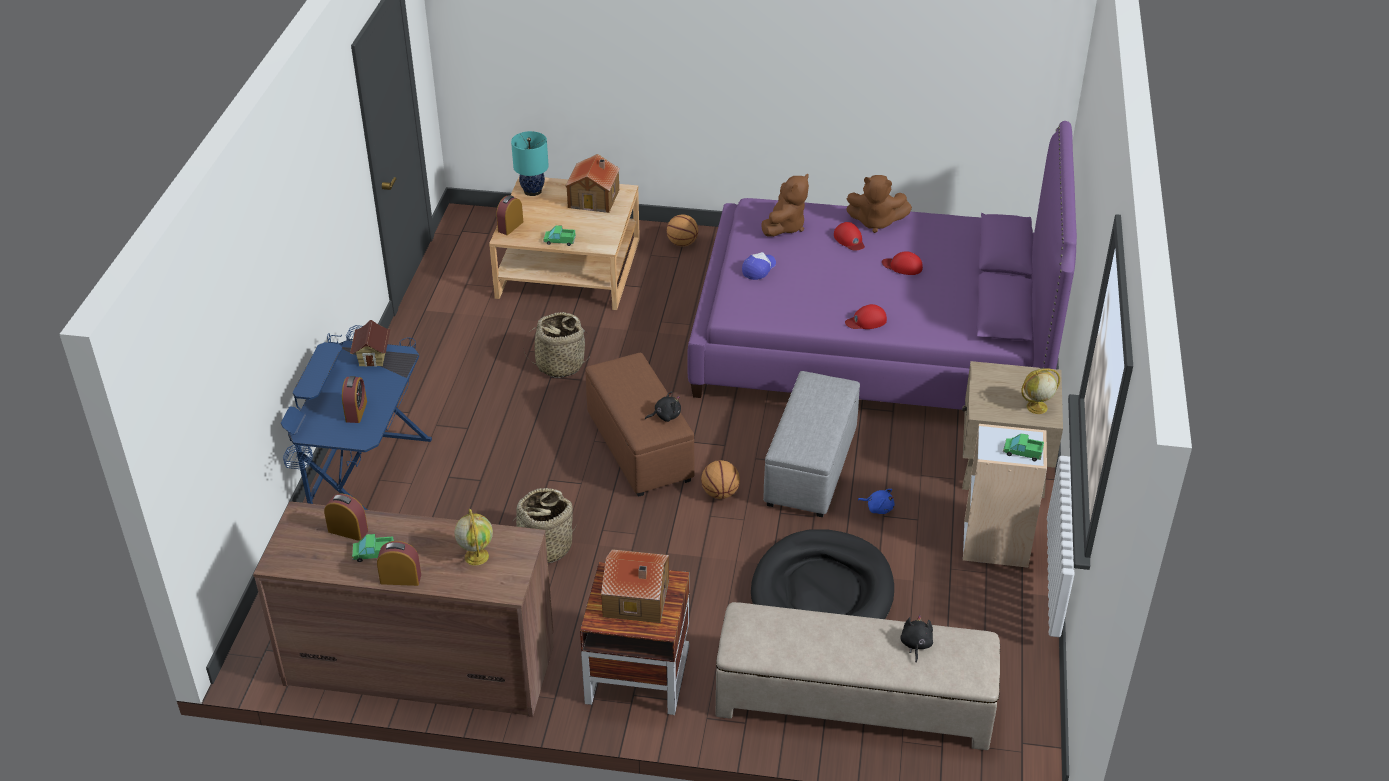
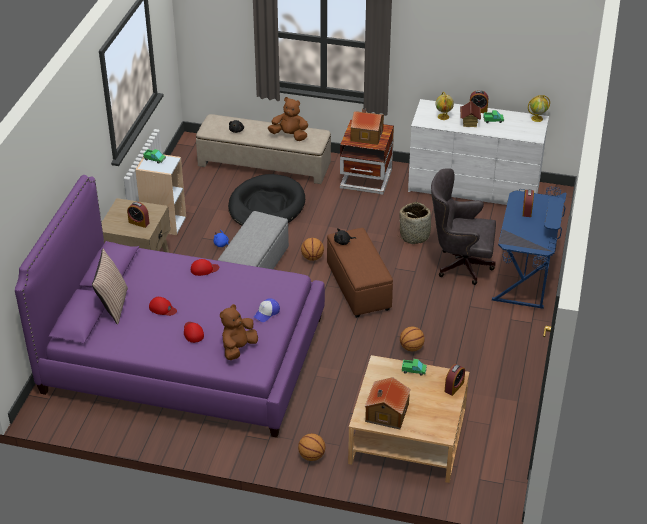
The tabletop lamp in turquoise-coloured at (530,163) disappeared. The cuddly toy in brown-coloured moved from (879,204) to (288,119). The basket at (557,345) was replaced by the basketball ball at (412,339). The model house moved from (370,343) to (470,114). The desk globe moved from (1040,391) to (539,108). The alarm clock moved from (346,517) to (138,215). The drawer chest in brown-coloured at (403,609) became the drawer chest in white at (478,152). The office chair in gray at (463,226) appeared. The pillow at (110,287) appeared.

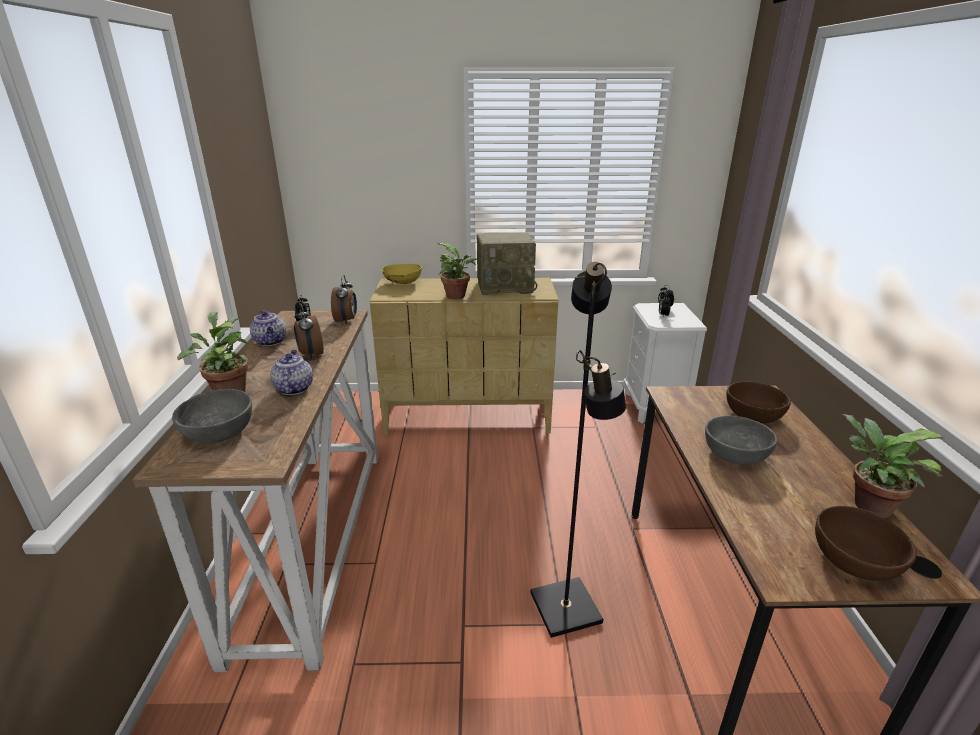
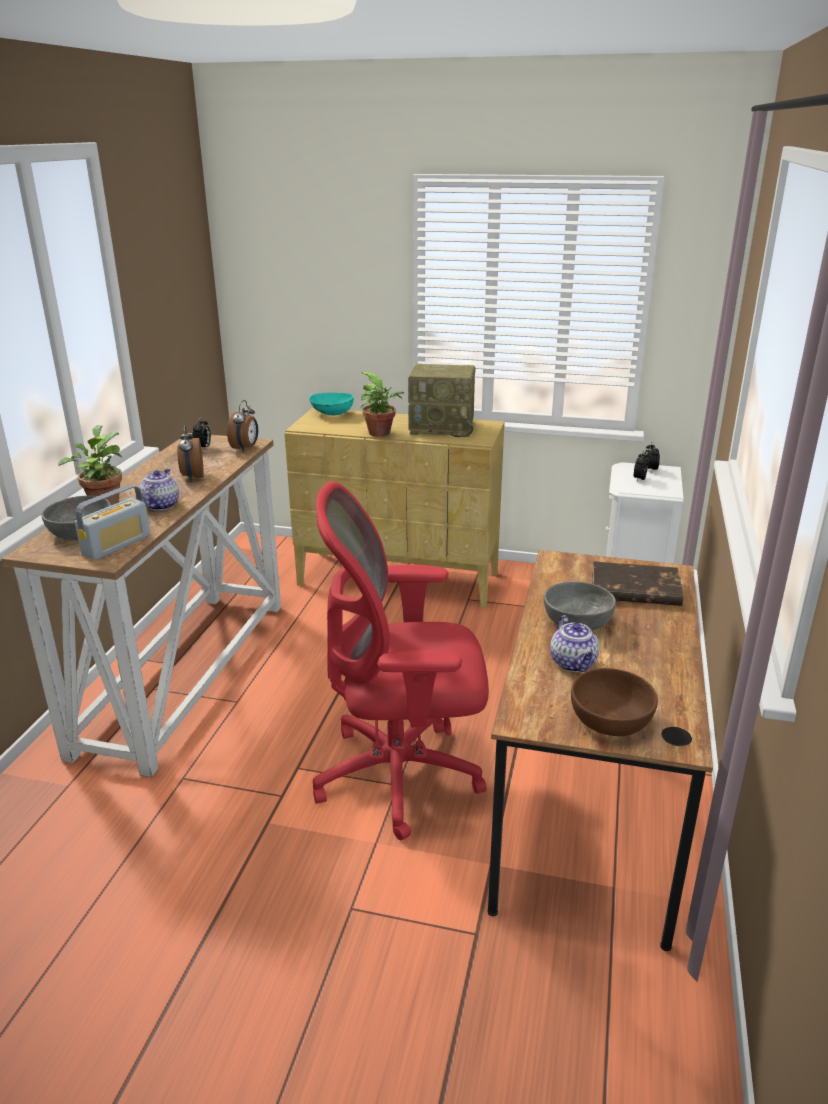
The standing lamp in black at (578,450) was replaced by the office chair in red-coloured at (401,661). The deep dish in yellow at (402,274) became the deep dish in turquoise-coloured at (331,404). The pot for tea moved from (268,328) to (574,643). The deep dish in brown-coloured at (758,402) was replaced by the bound book in brown-coloured at (638,583). The houseplant at (893,466) disappeared. The radio receiver at (112,522) appeared.

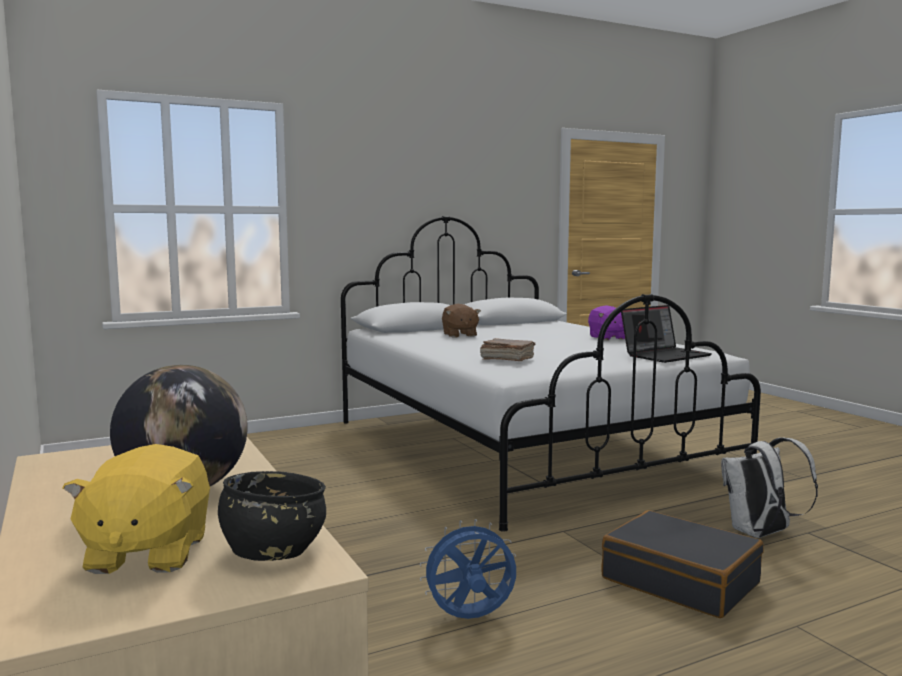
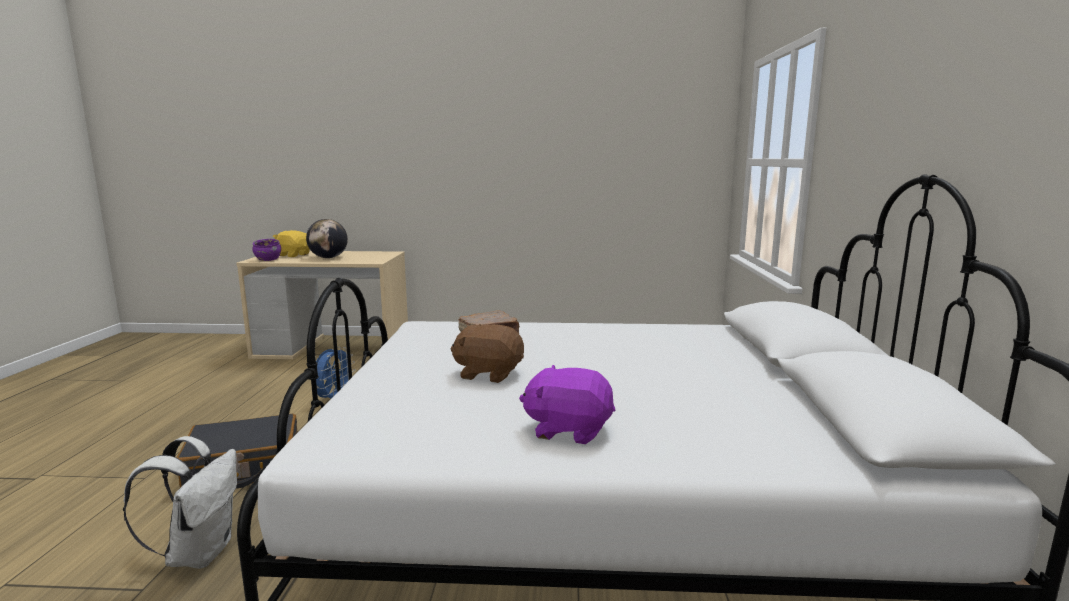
The cuddly toy in brown-coloured moved from (461,321) to (487,353). The laptop at (666,334) disappeared. The deep dish in black at (272,516) became the deep dish in purplish at (266,250).

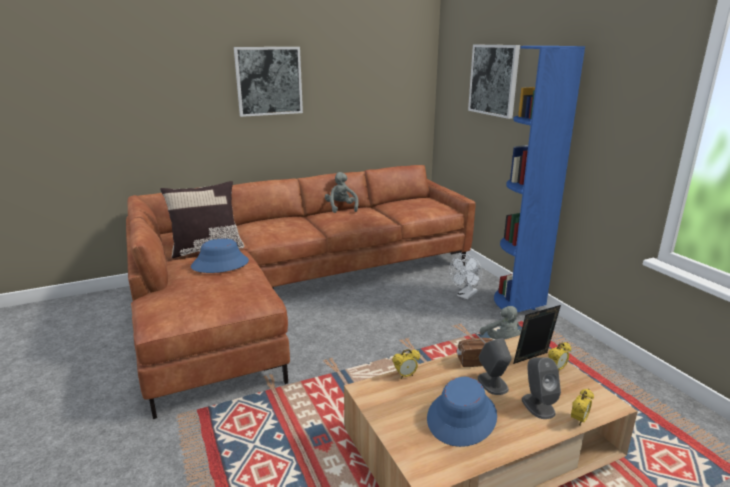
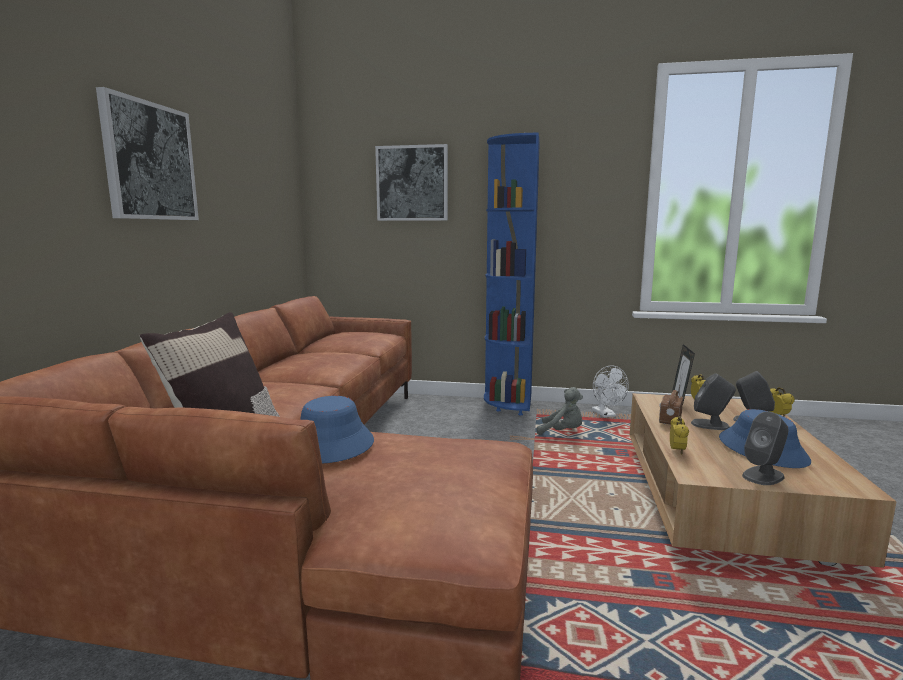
The cuddly toy in gray at (342,192) disappeared. The electric fan in white moved from (465,276) to (610,391). The speaker in gray at (765,448) appeared.

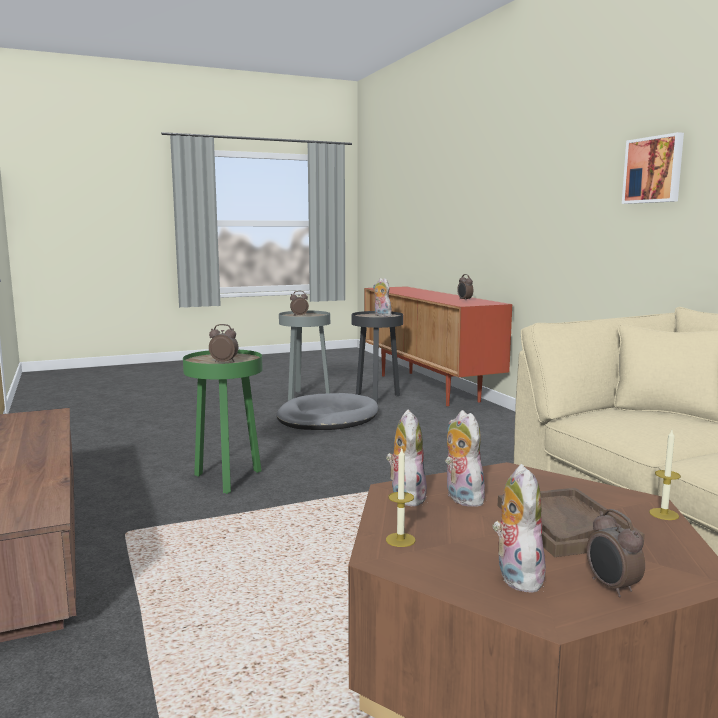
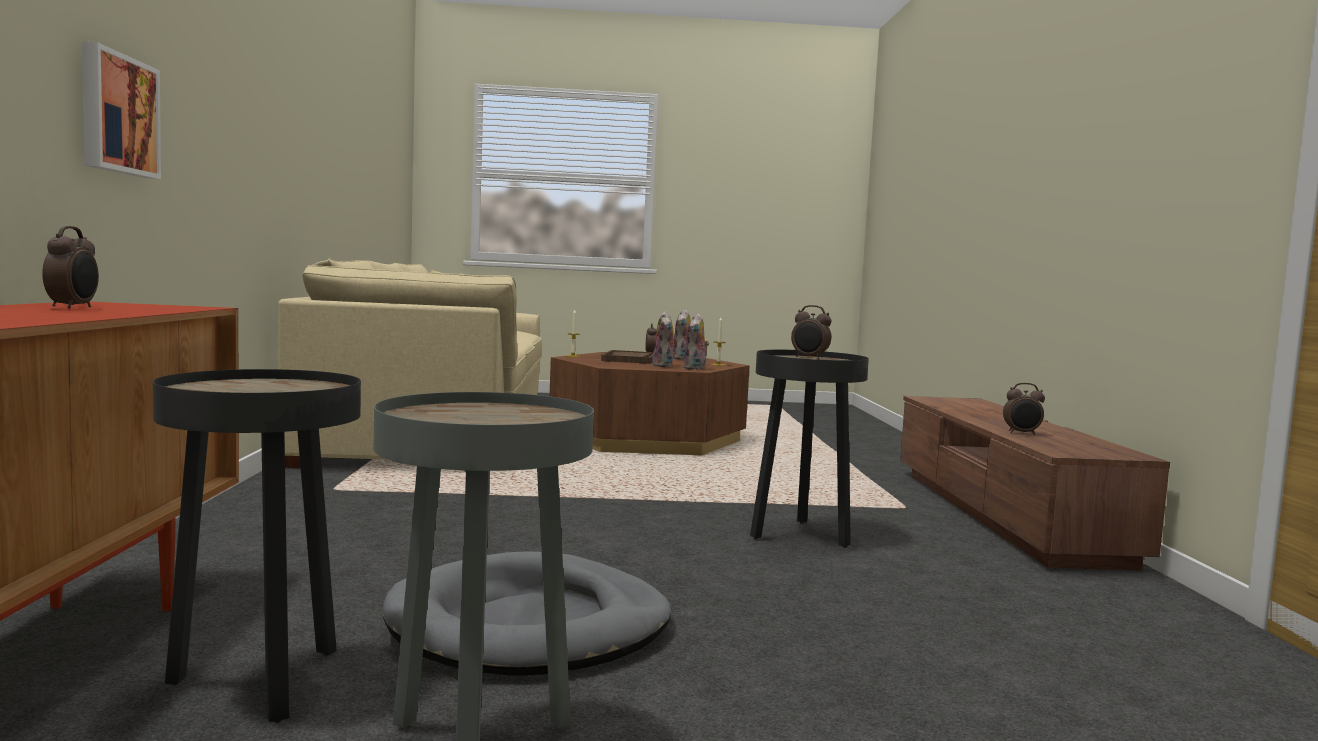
The wall art moved from (653,168) to (121,110). The cuddly toy at (382,297) disappeared. The alarm clock moved from (299,303) to (1024,409). The end table in greenish at (223,422) became the end table in black at (809,449).

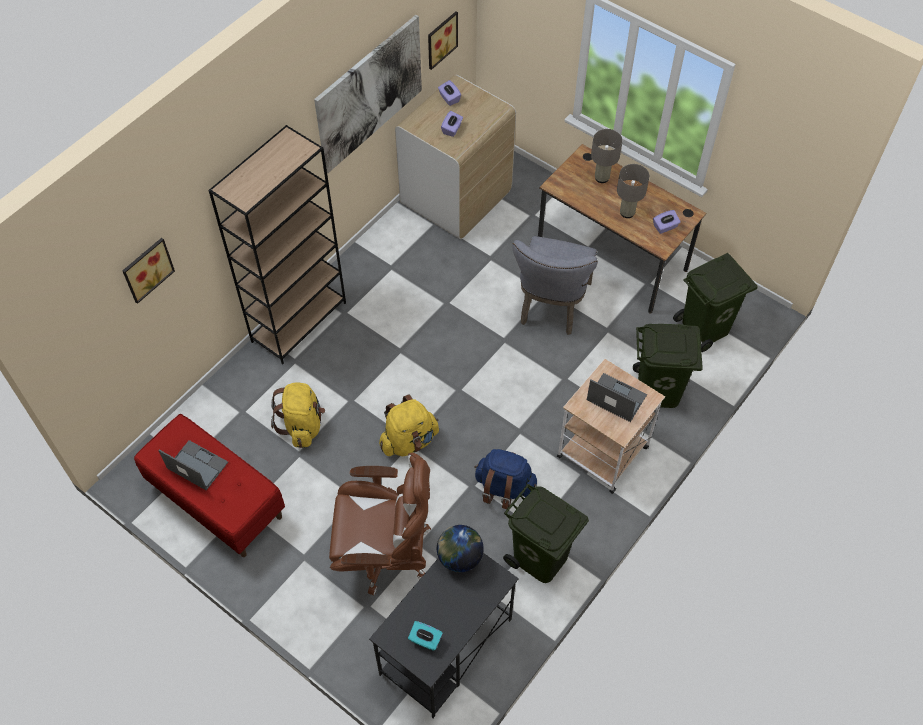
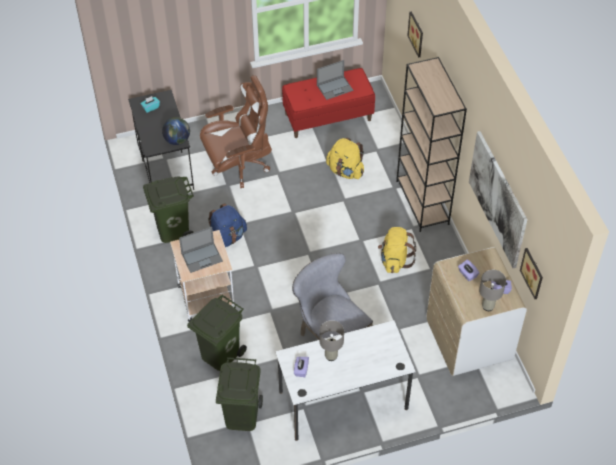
The tabletop lamp in gray moved from (606,156) to (492,290). The desk in brown-coloured at (622,229) became the desk in white at (345,380). The knapsack in yellow moved from (409,425) to (397,250). The office chair in brown-coloured at (380,524) turned 150 degrees counterclockwise.

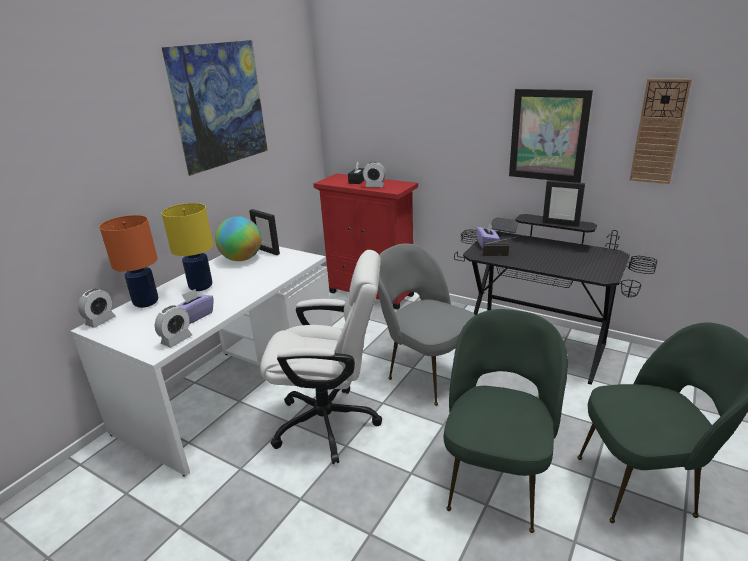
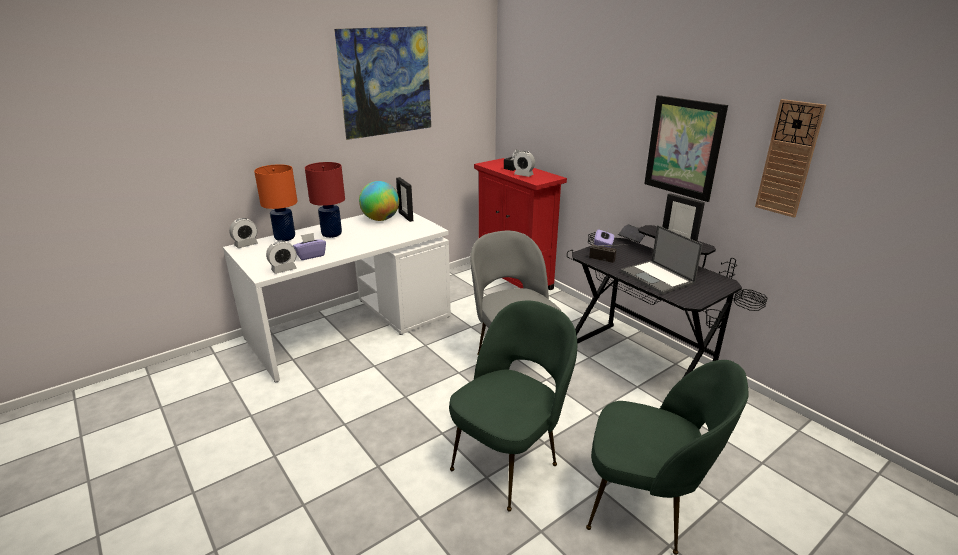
The tabletop lamp in yellow at (187,247) became the tabletop lamp in red-coloured at (325,200). The office chair in white at (321,357) disappeared. The laptop at (661,259) appeared.

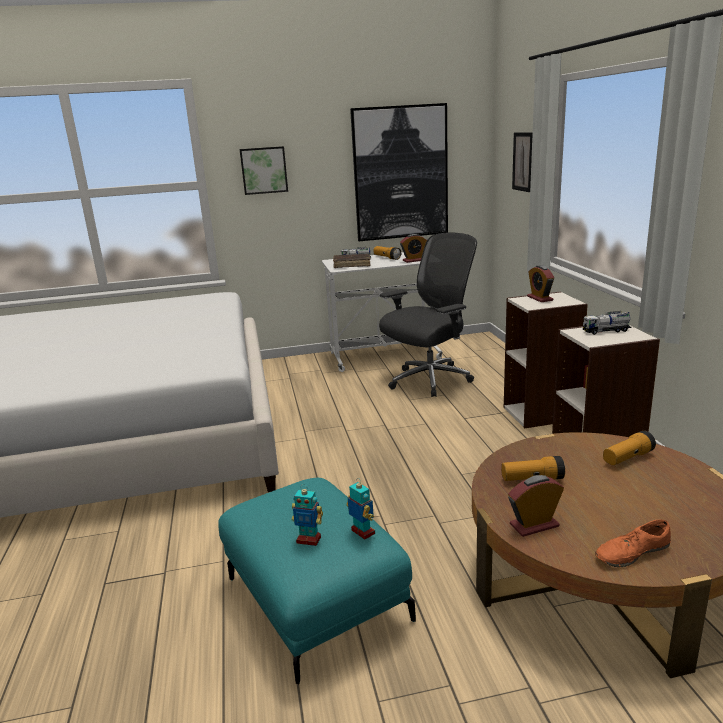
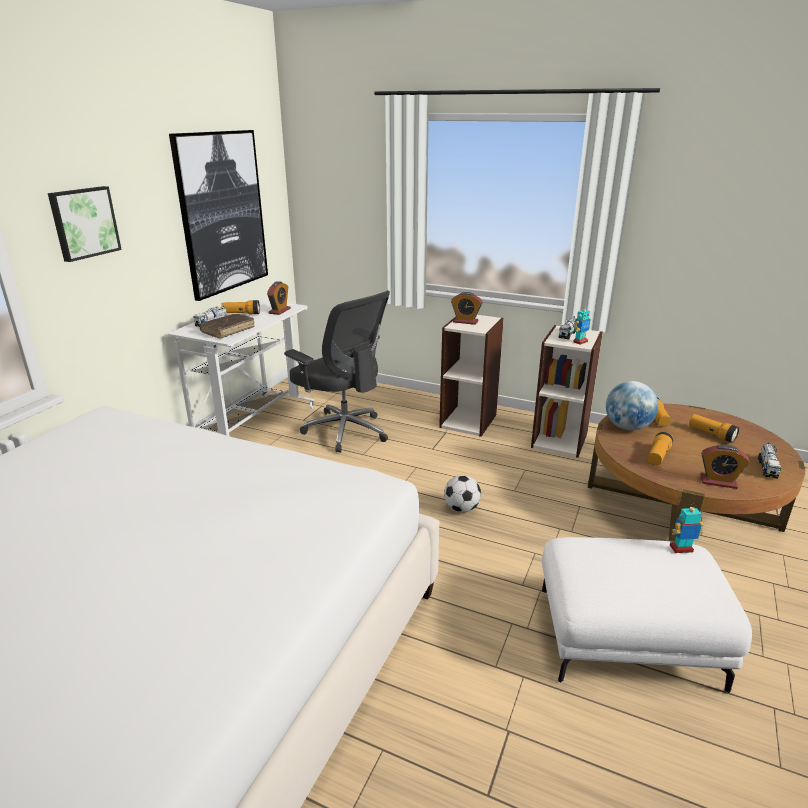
The wall art at (522,162) disappeared. The office chair at (428,314) turned 135 degrees clockwise. The alarm clock at (536,506) turned 90 degrees counterclockwise. The footrest in turquoise-coloured at (317,581) became the footrest in white at (647,615). The robot figure moved from (307,515) to (581,325). The low shoe in orangey at (633,543) was replaced by the toy truck at (770,461). The desk globe at (632,406) appeared. The torch at (714,428) appeared. The football at (462,493) appeared.

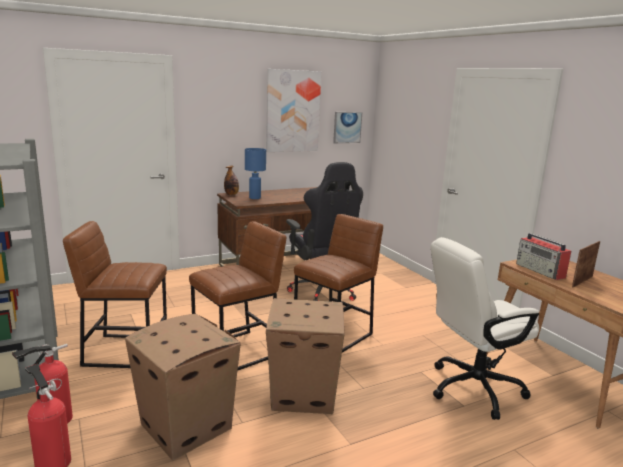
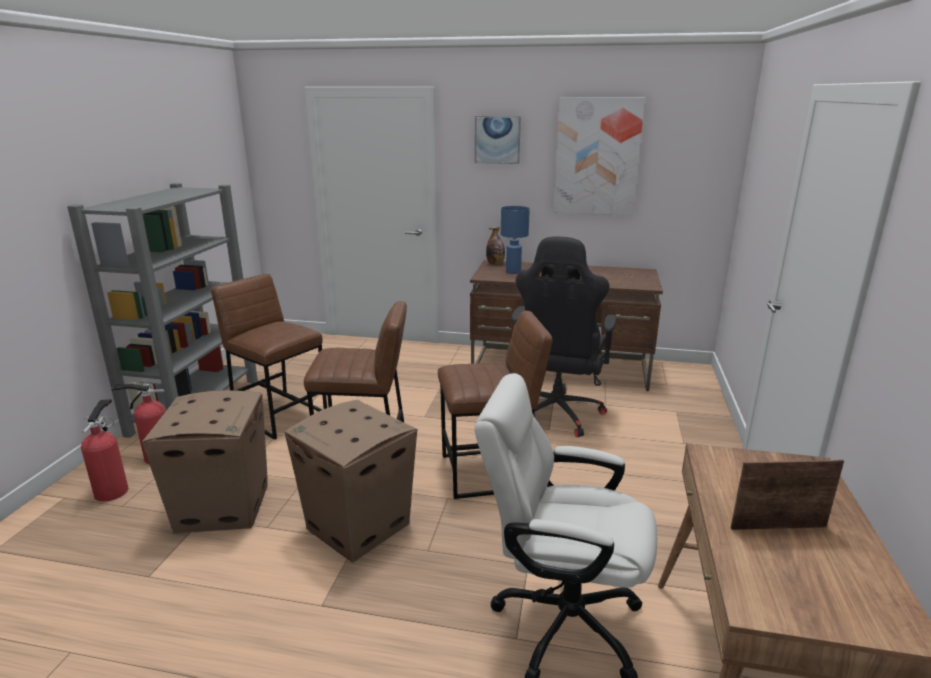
The wall art moved from (347,127) to (498,140). The radio receiver at (543,256) disappeared.

